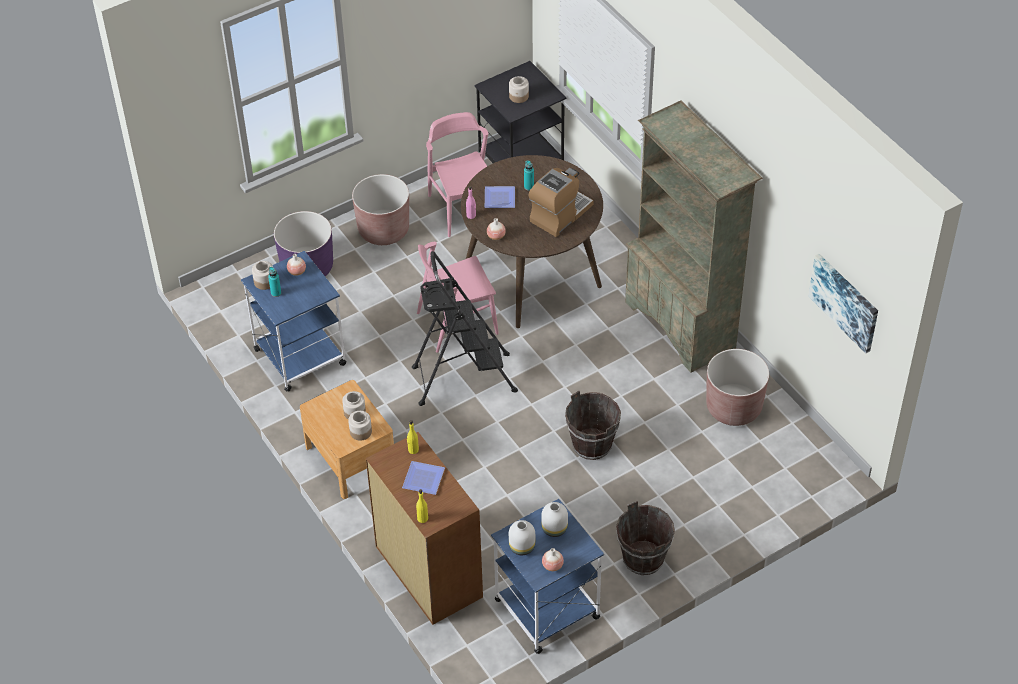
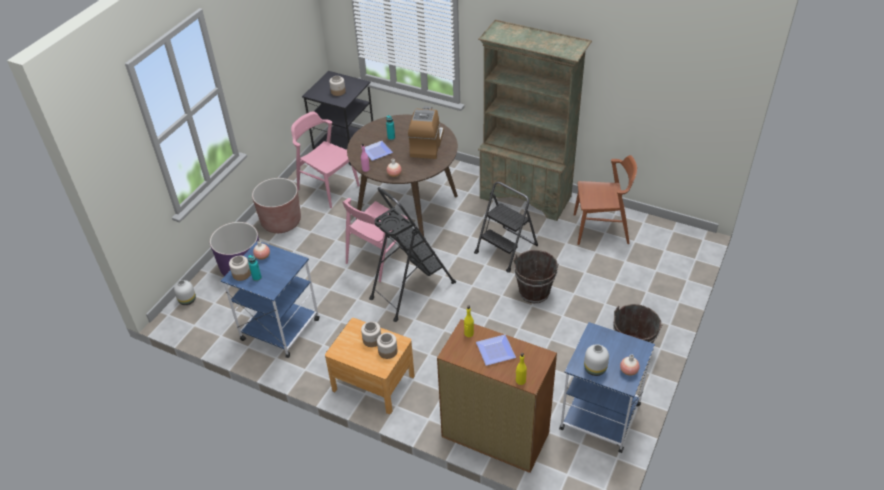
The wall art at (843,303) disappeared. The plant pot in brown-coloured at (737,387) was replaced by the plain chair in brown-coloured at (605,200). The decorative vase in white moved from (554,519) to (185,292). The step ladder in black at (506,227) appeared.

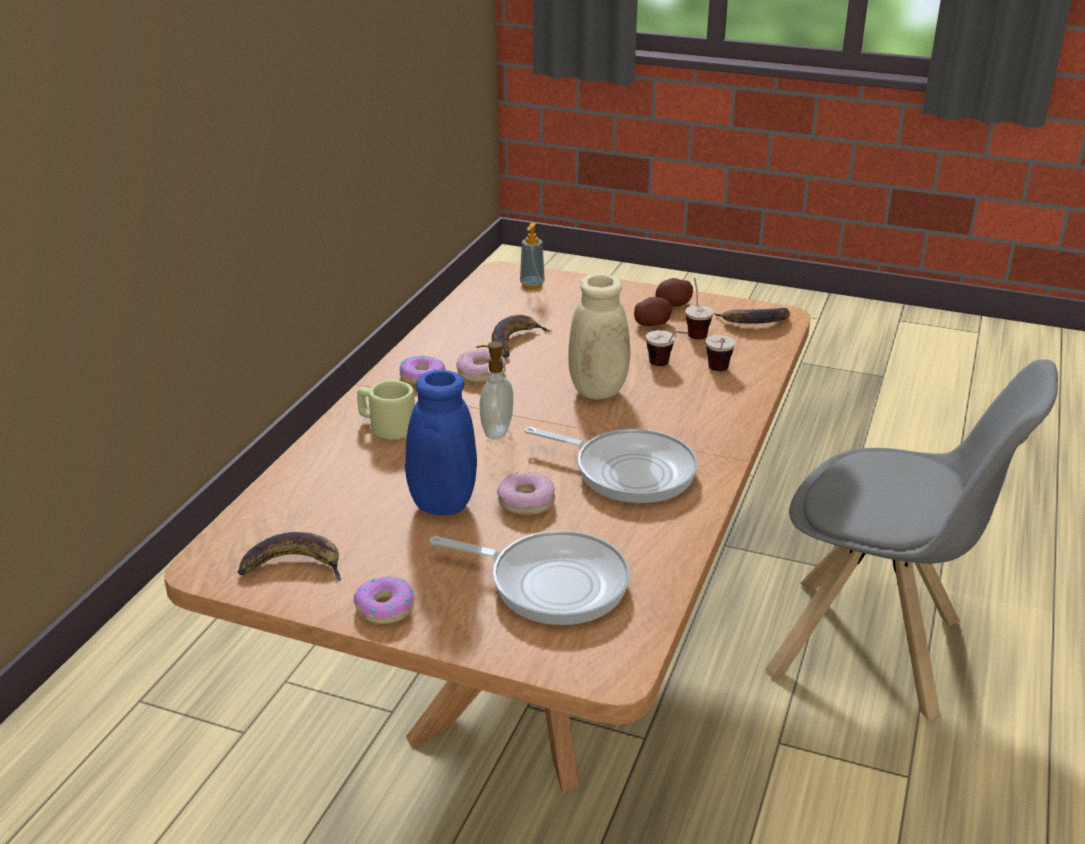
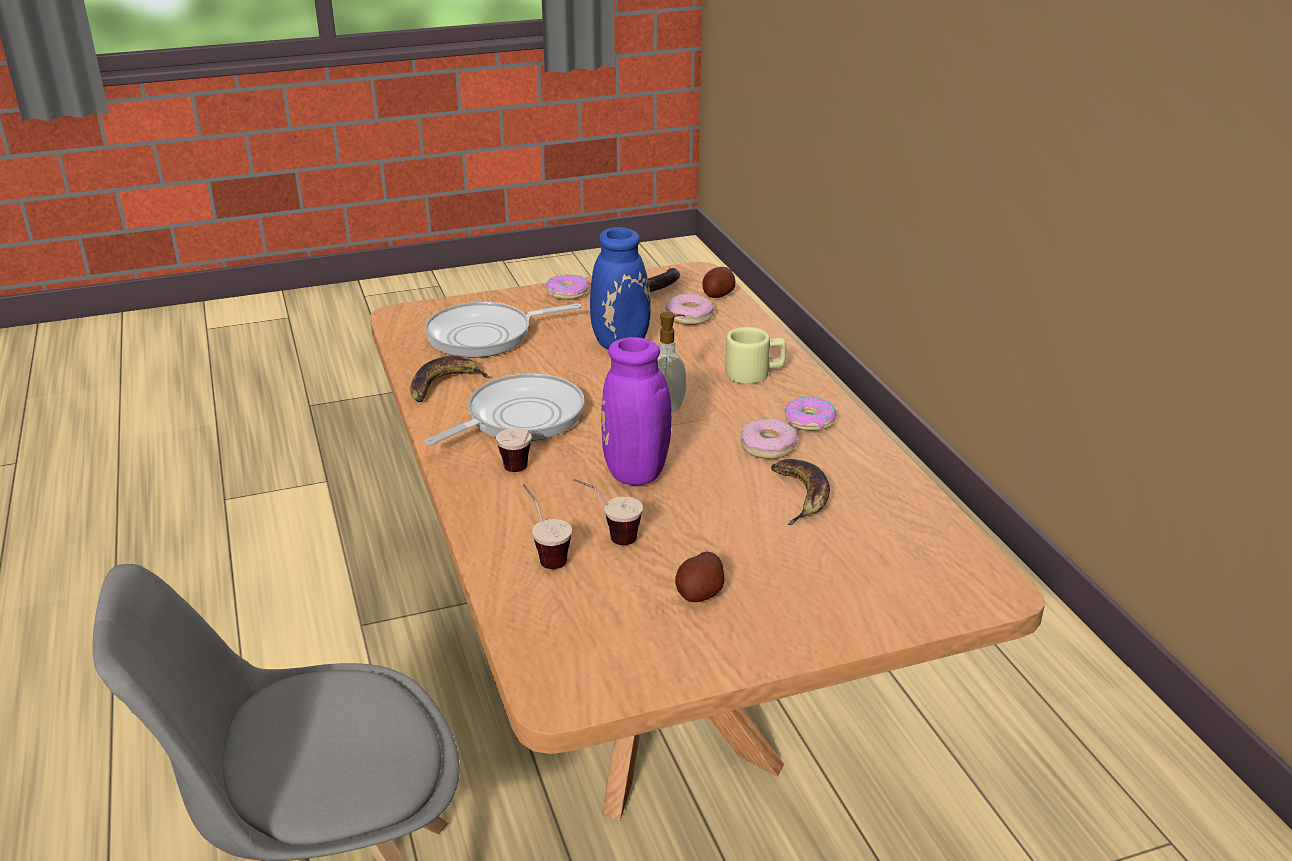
The liquid soap bottle at (532,255) disappeared. The decorative vase in beige-coloured at (599,336) became the decorative vase in purplish at (648,411). The potato moved from (674,292) to (719,282). The small cup moved from (699,309) to (519,450). The banana fruit moved from (752,316) to (451,378). The frying pan at (611,465) turned 150 degrees clockwise. The doughnut moved from (526,494) to (690,309).

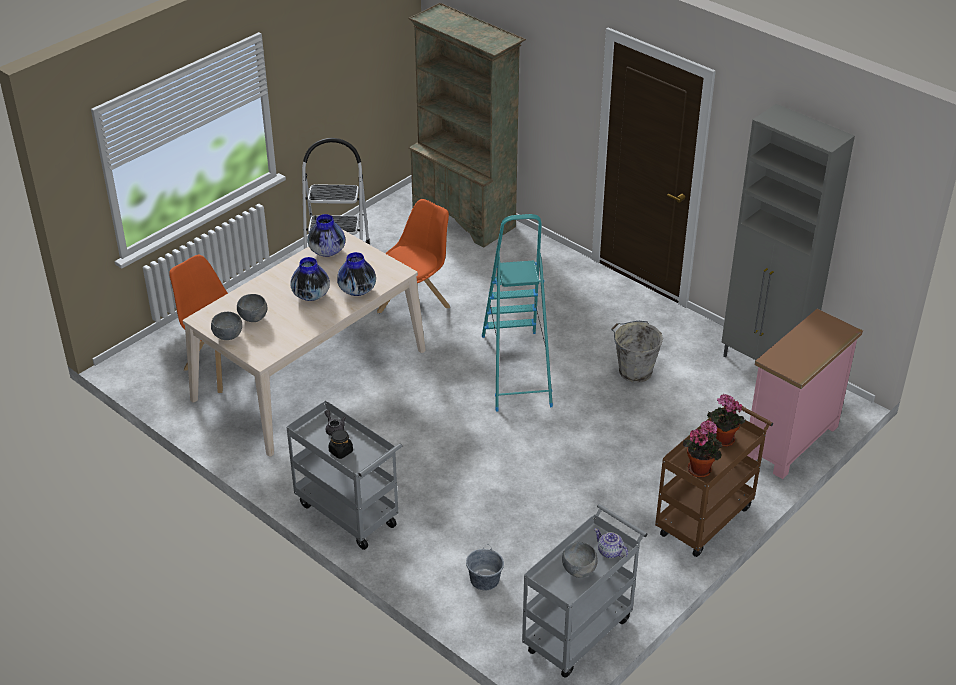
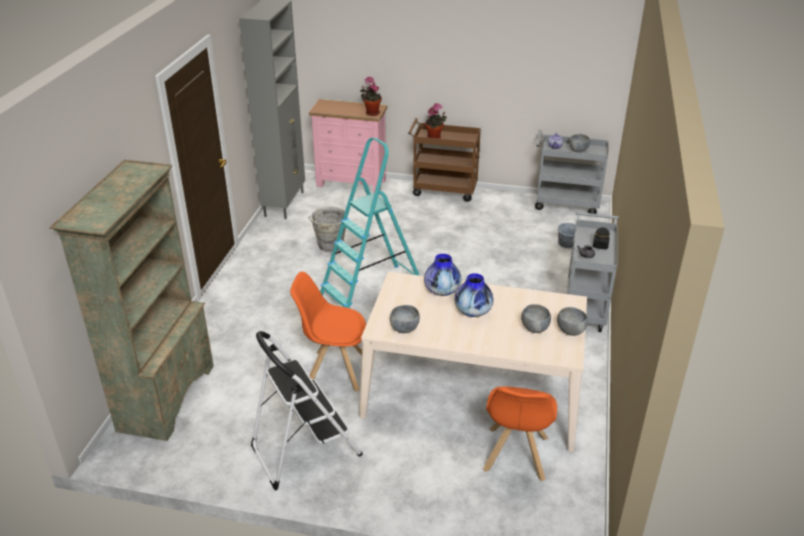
The decorative vase at (326,235) was replaced by the deep dish in gray at (405,319). The houseplant moved from (702,449) to (371,96).

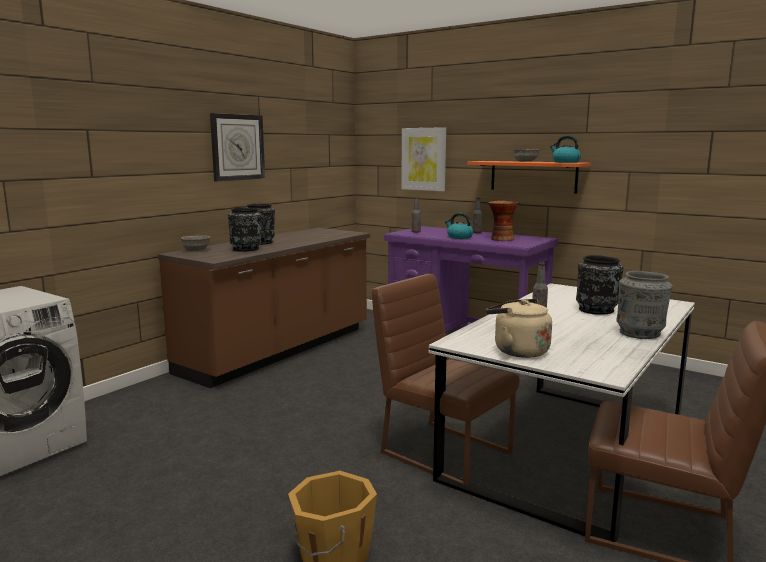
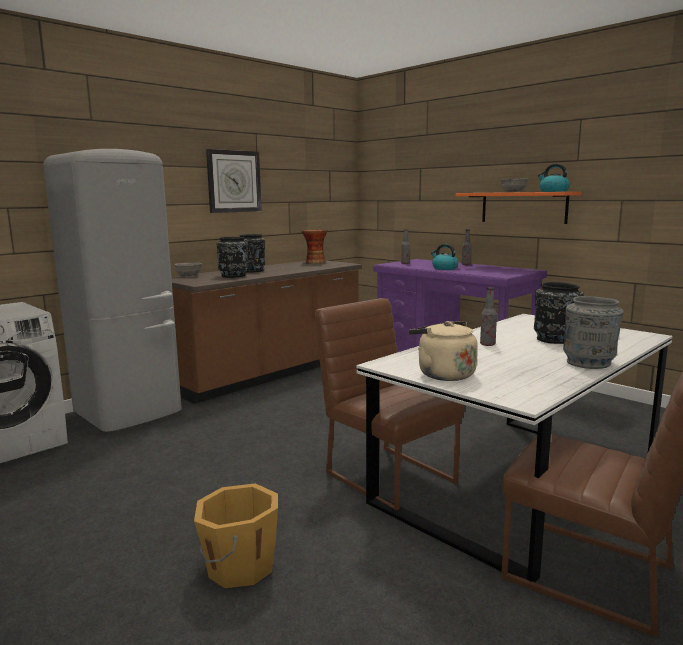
The wall art at (423,159) disappeared. The decorative vase moved from (504,221) to (314,247). The kitchen fridge in gray at (112,290) appeared.

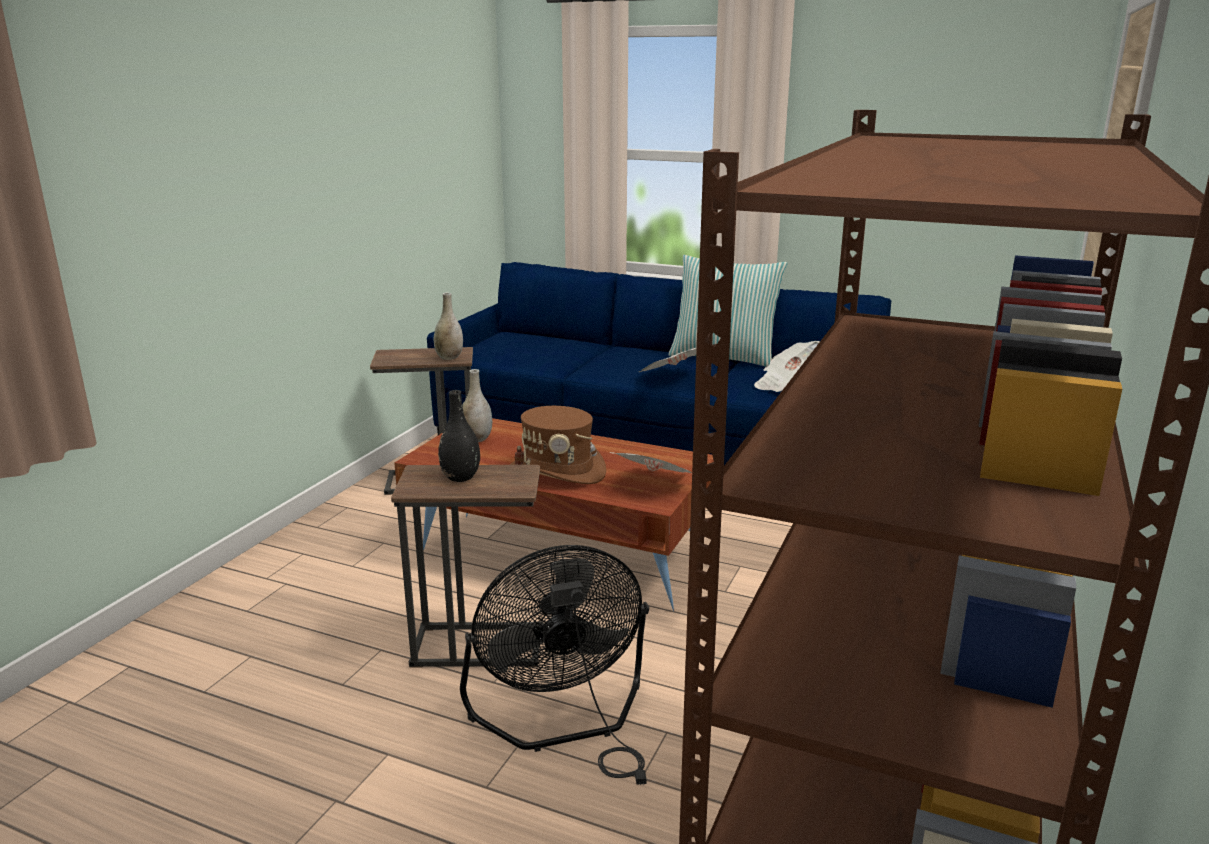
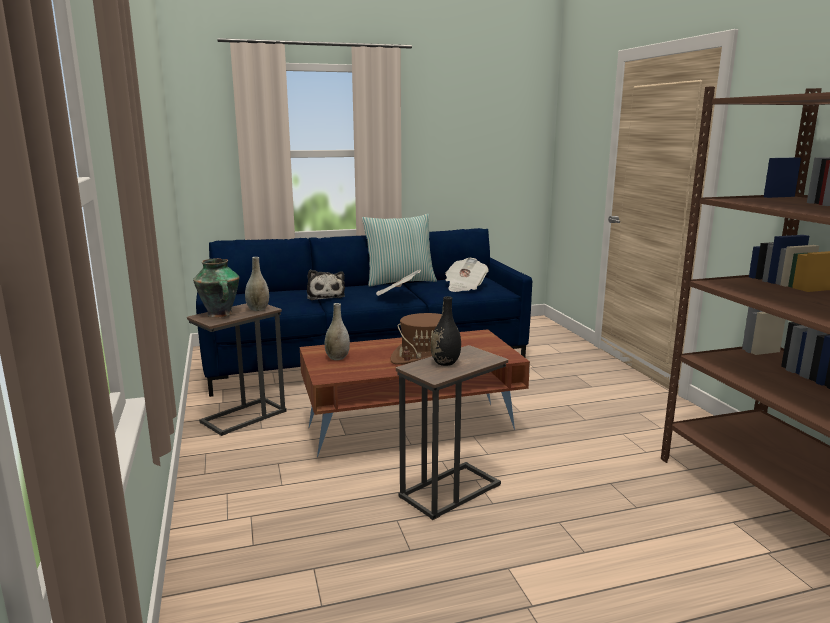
The printed paper at (650,462) disappeared. The electric fan in black at (554,665) disappeared. The decorative vase at (216,287) appeared. The cuddly toy at (326,285) appeared.

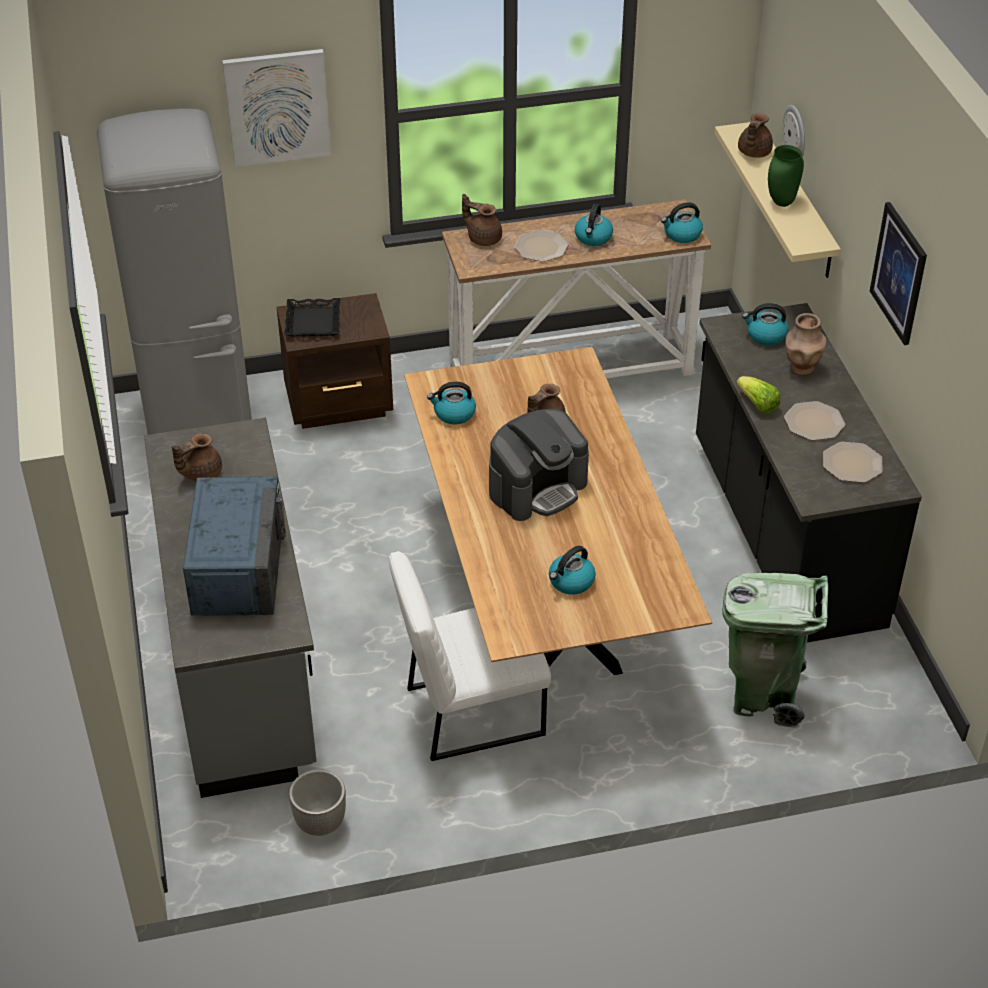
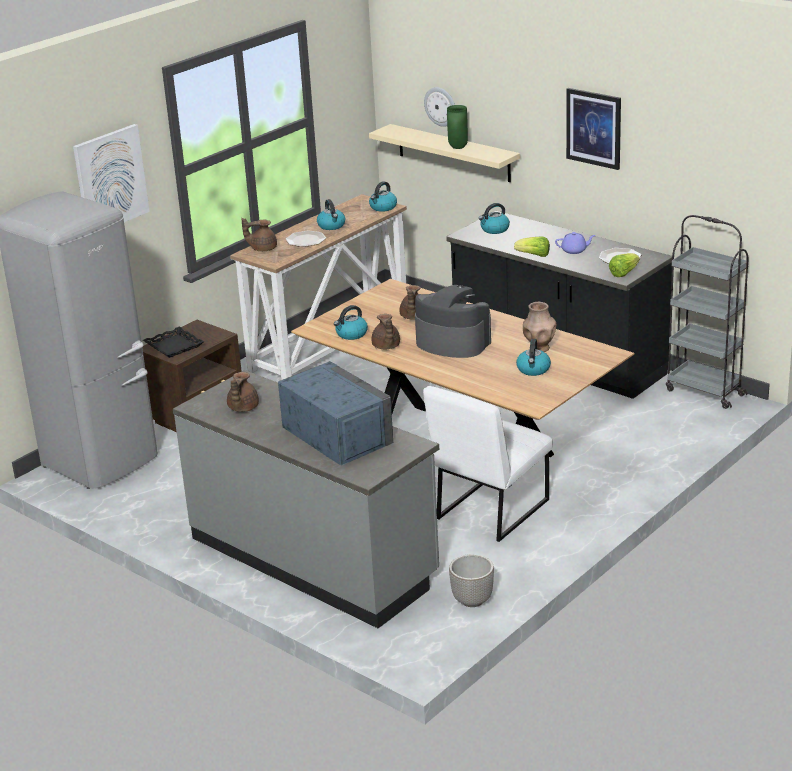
The pot for tea in brown-coloured moved from (755,135) to (385,331). The decorative vase in brown-coloured moved from (806,344) to (539,327). The flat dish at (814,420) was replaced by the pot for tea in purplish at (575,243). The coffee brewer at (539,465) turned 75 degrees counterclockwise. The rubbish bin in greenish at (775,650) disappeared. The trolley in gray at (707,312) appeared. The lettuce head at (624,265) appeared.

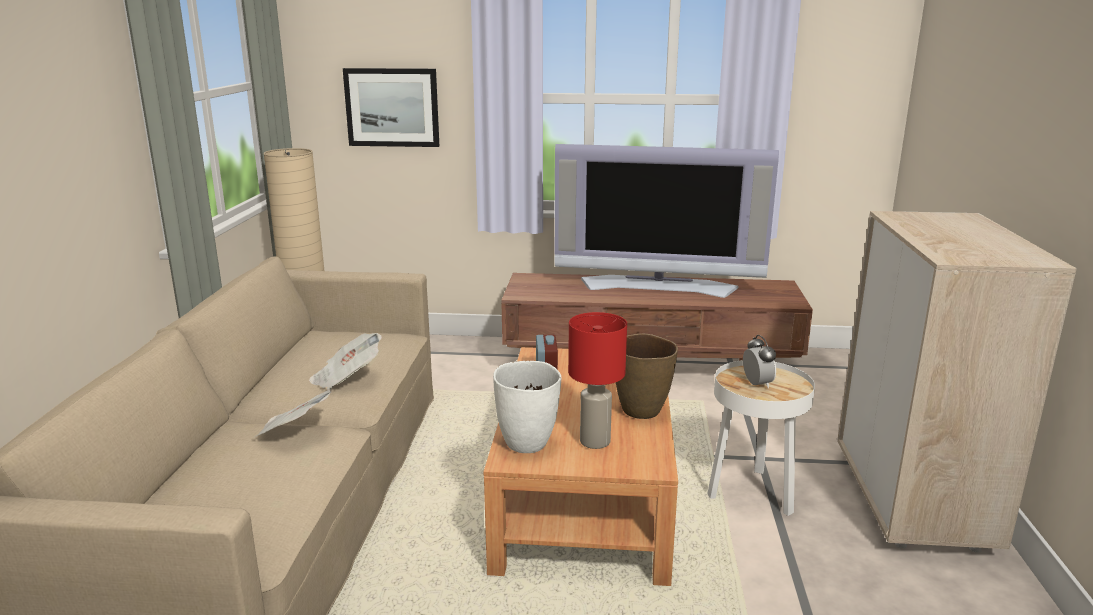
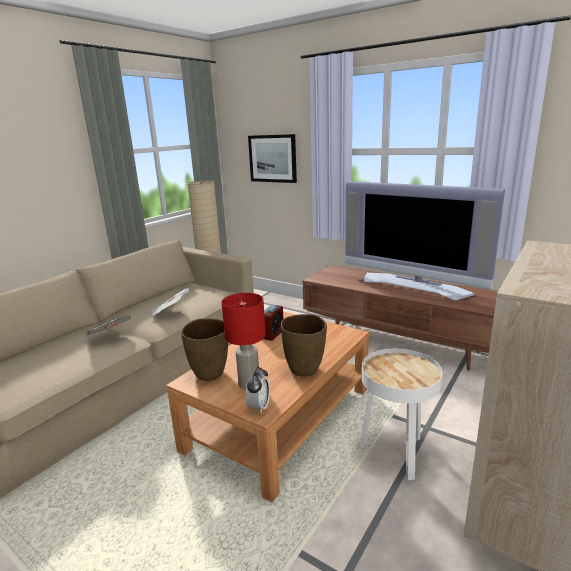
The alarm clock moved from (759,361) to (257,390). The decorative vase in white at (527,407) became the decorative vase in brown-coloured at (204,349).

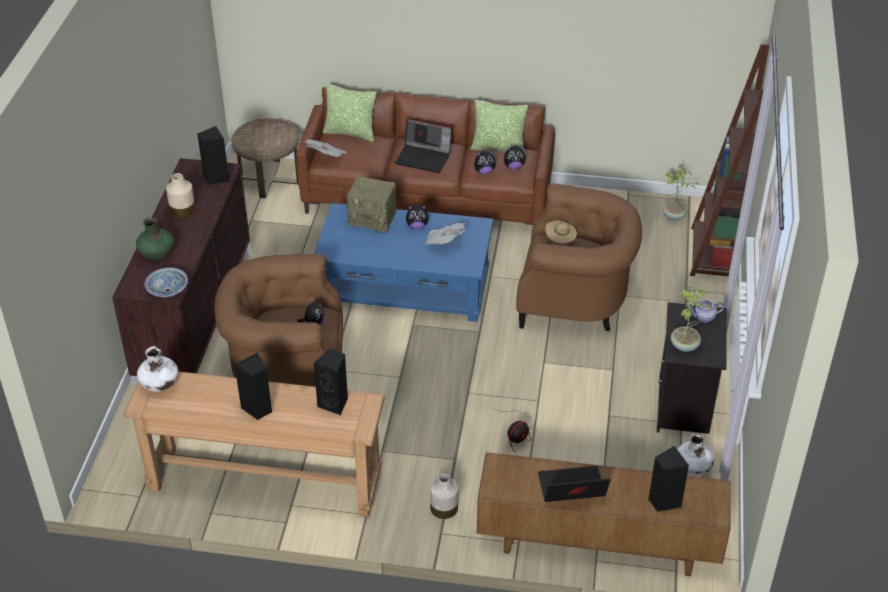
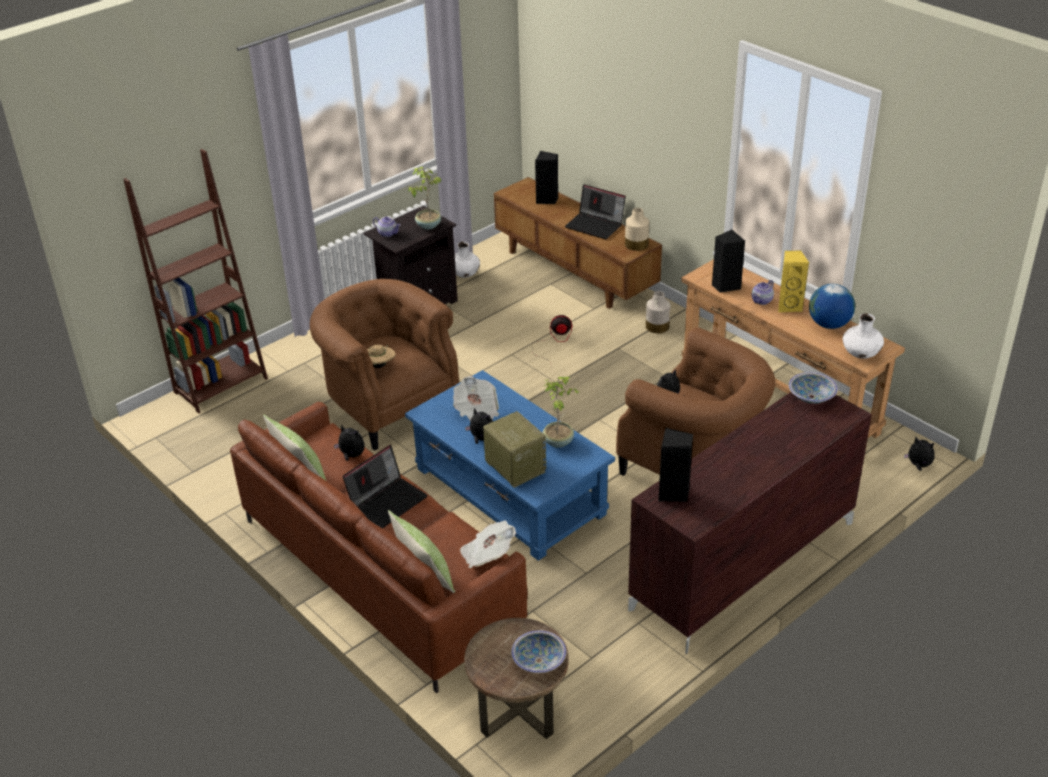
The laptop at (423,145) turned 75 degrees clockwise. The cuddly toy moved from (515,157) to (919,454). The houseplant moved from (681,192) to (560,412). The decorative vase in beige-coloured moved from (181,195) to (637,229). The decorative vase in greenish at (155,238) disappeared. The speaker in black at (253,386) became the speaker in yellow at (793,281). The pot for tea at (763,292) appeared. The desk globe at (832,306) appeared. The deep dish at (538,651) appeared.

